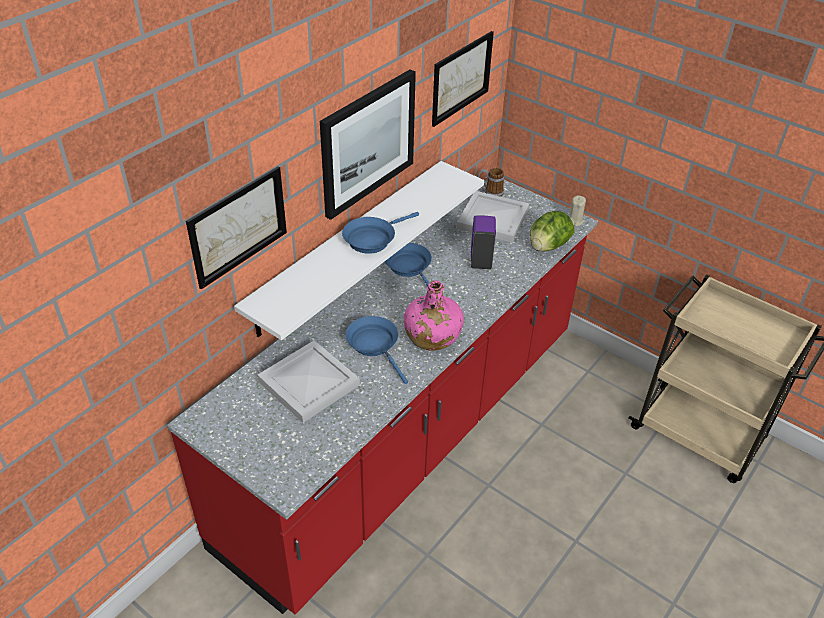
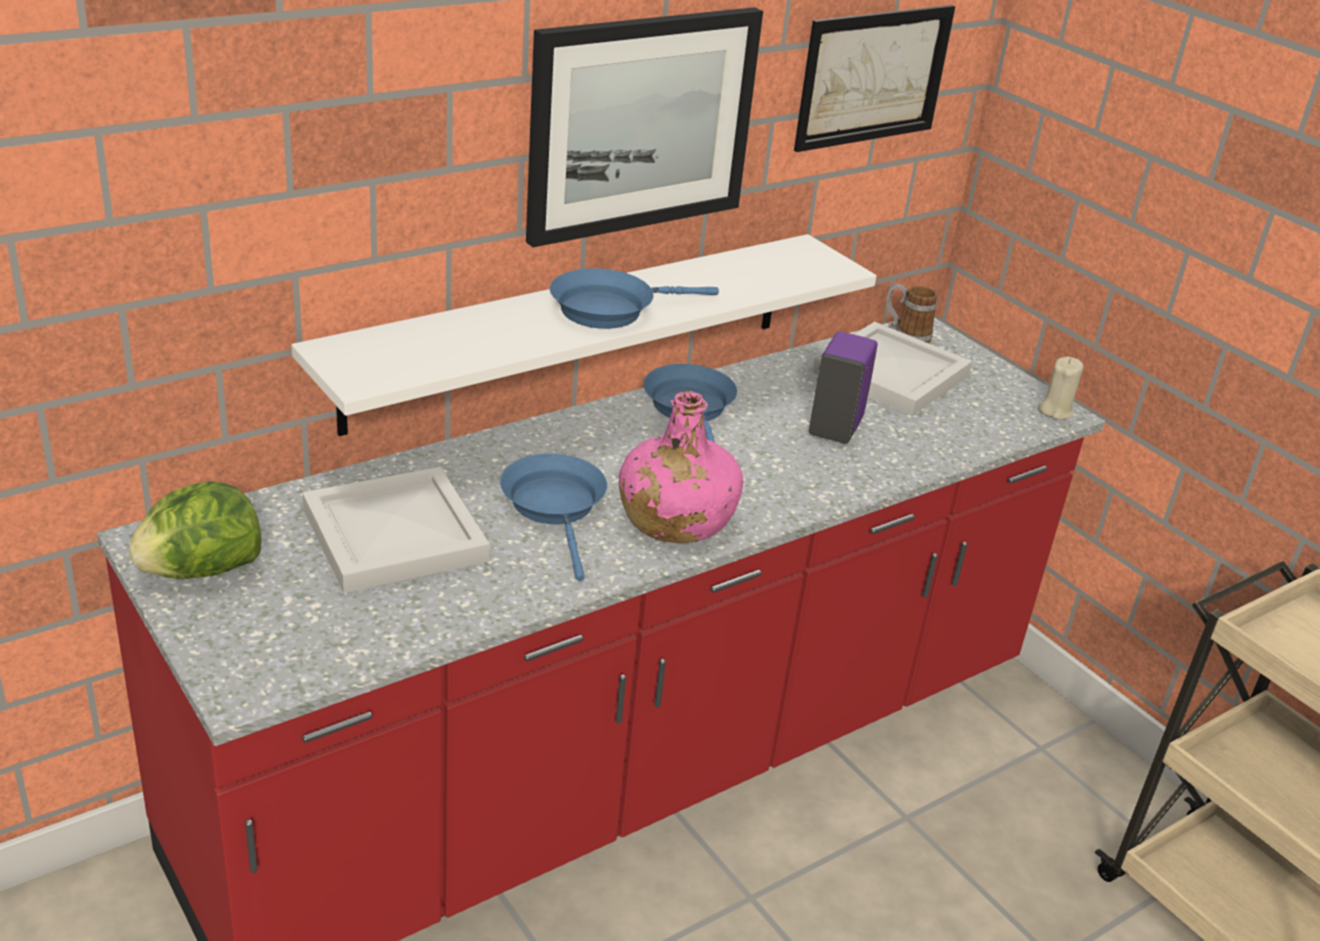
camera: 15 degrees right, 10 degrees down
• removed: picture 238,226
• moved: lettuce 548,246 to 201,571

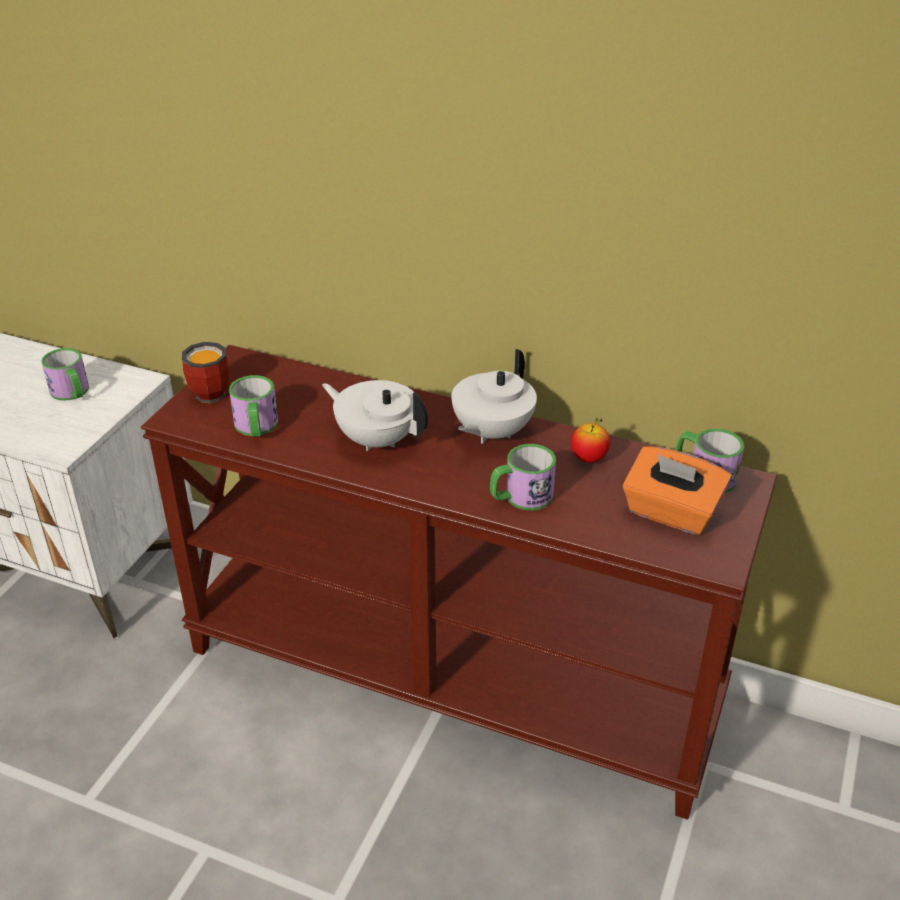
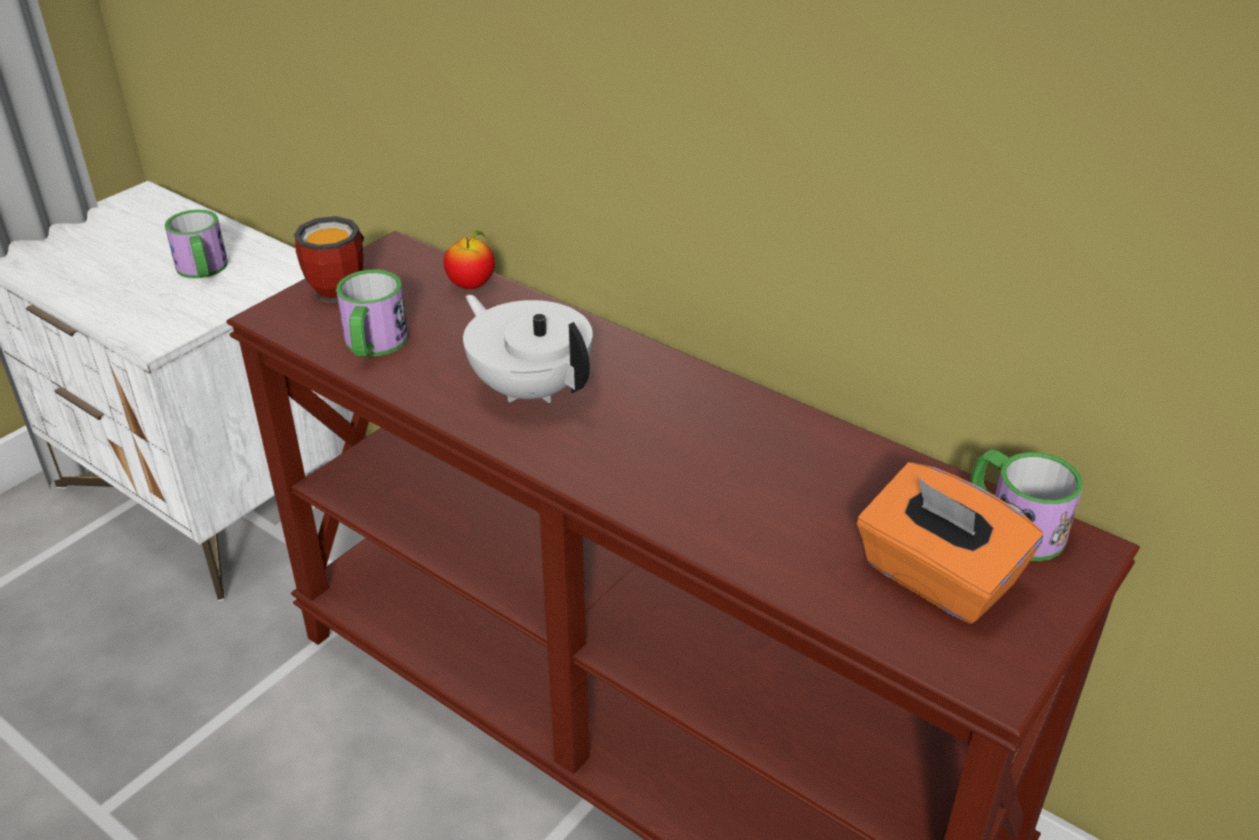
camera: 15 degrees right, 0 degrees up
• removed: teapot (white) 491,432
• removed: mug 521,497
• moved: apple 589,458 to 471,285

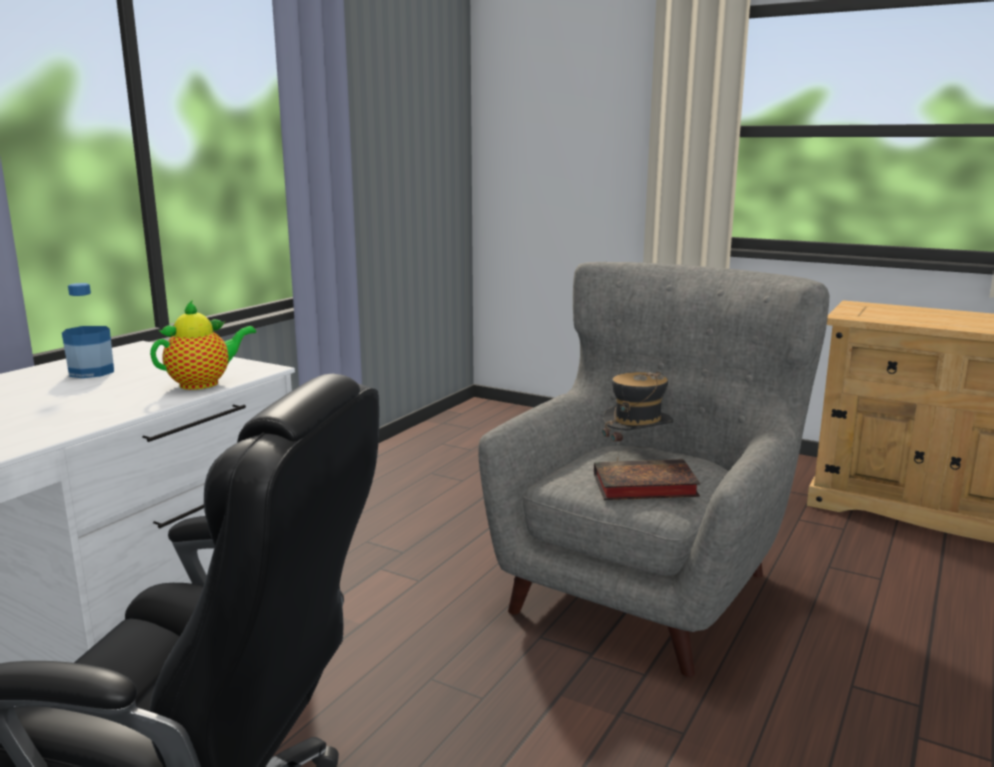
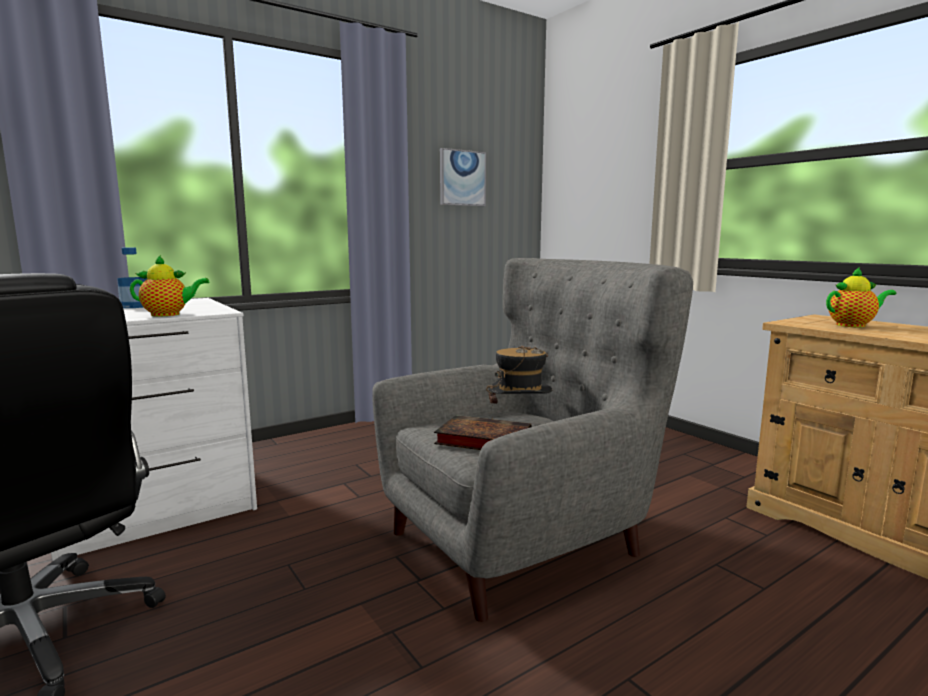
camera: 25 degrees right, 5 degrees down
• added: picture 462,178
• added: teapot 853,325

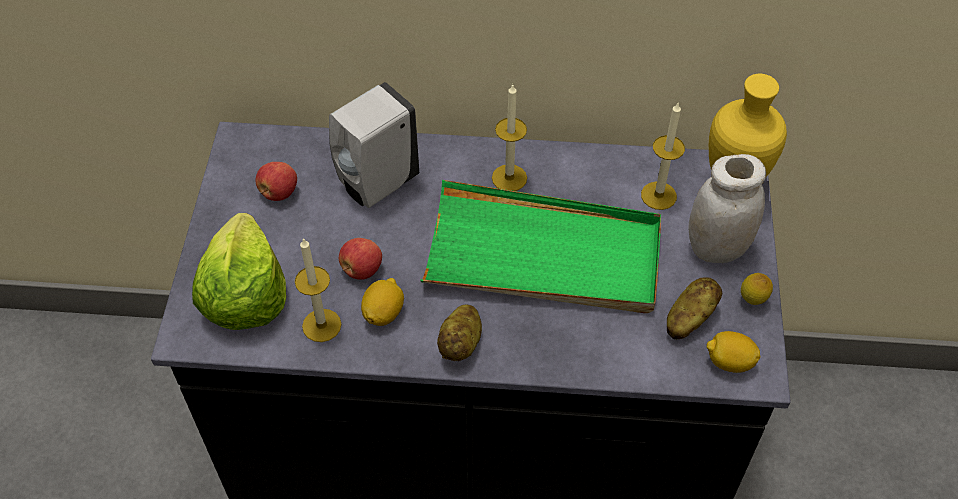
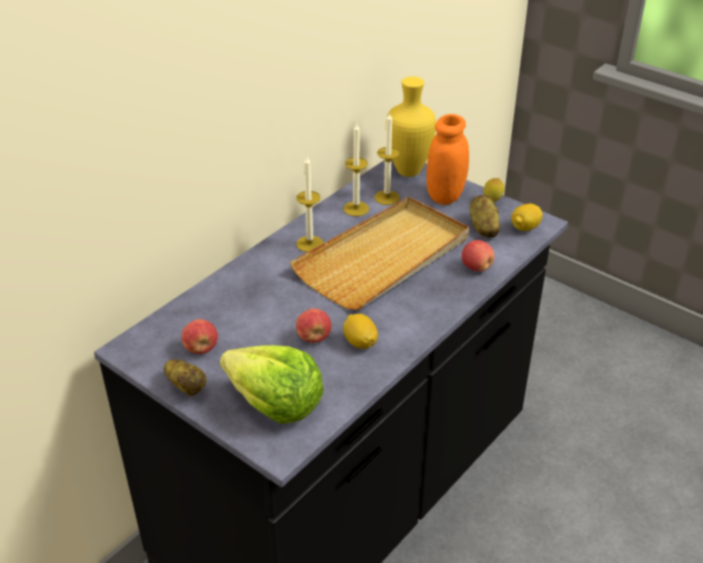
camera: 55 degrees left, 15 degrees down
• moved: candle 321,325 to 356,208
• removed: soap dispenser (white) 376,184
• recoloured: tray (green) 543,255 to tray (beige) 384,257
• moved: potato 461,343 to 187,387
• recoloured: jar (white) 717,248 to jar (orange) 445,196
• added: apple 476,267

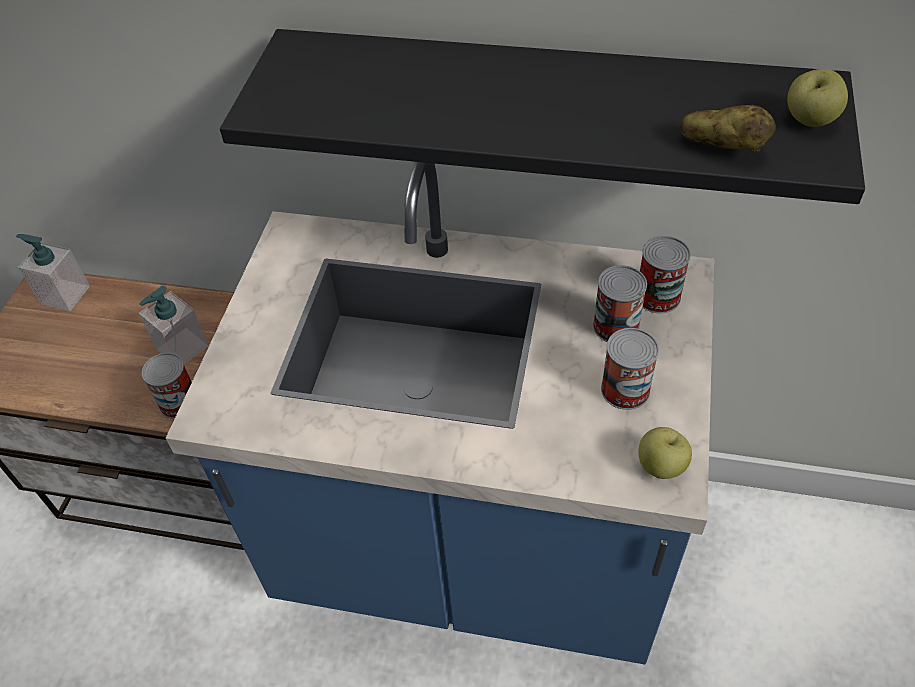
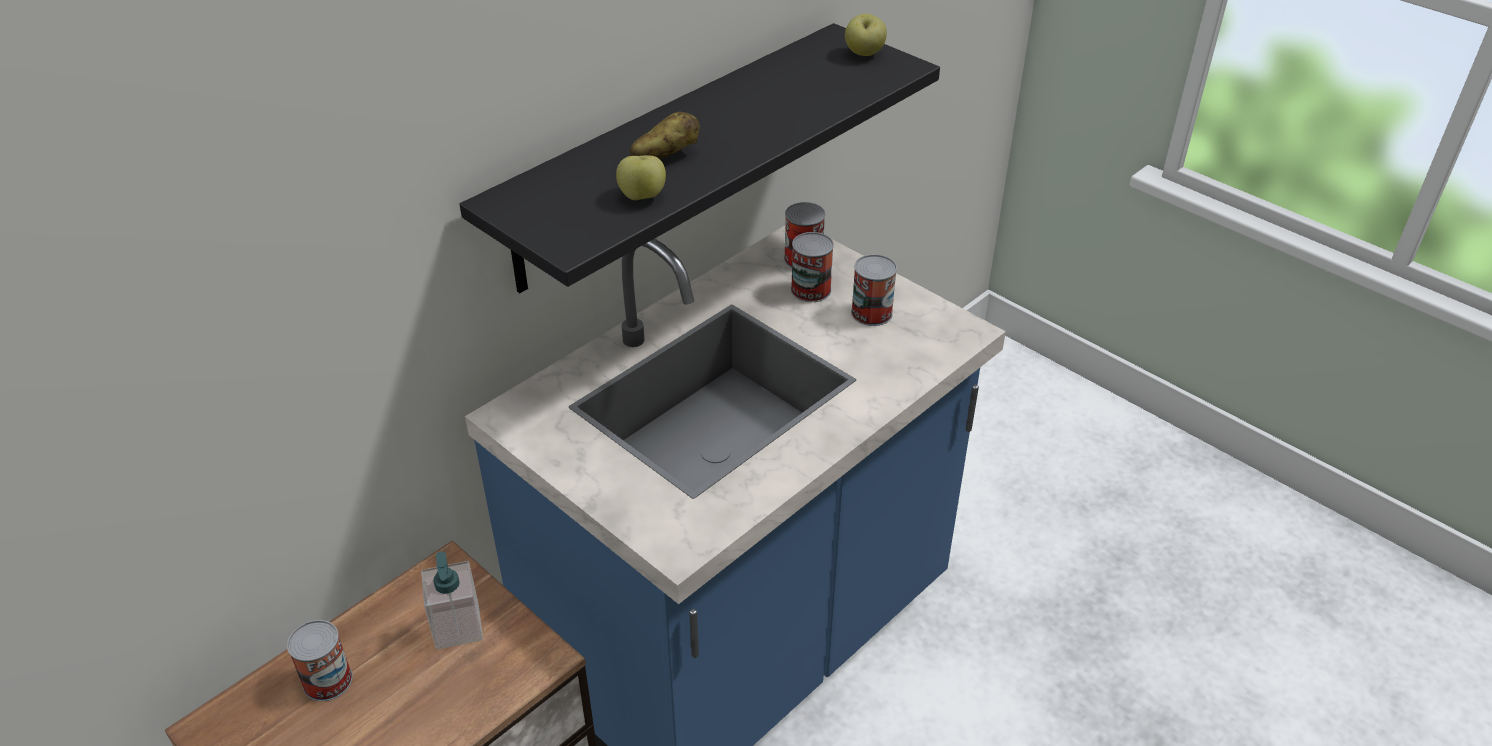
camera: 60 degrees left, 10 degrees down
• removed: soap dispenser 65,295
• moved: can 179,402 to 327,680
• moved: apple 661,466 to 642,197
• moved: potato 722,147 to 665,156

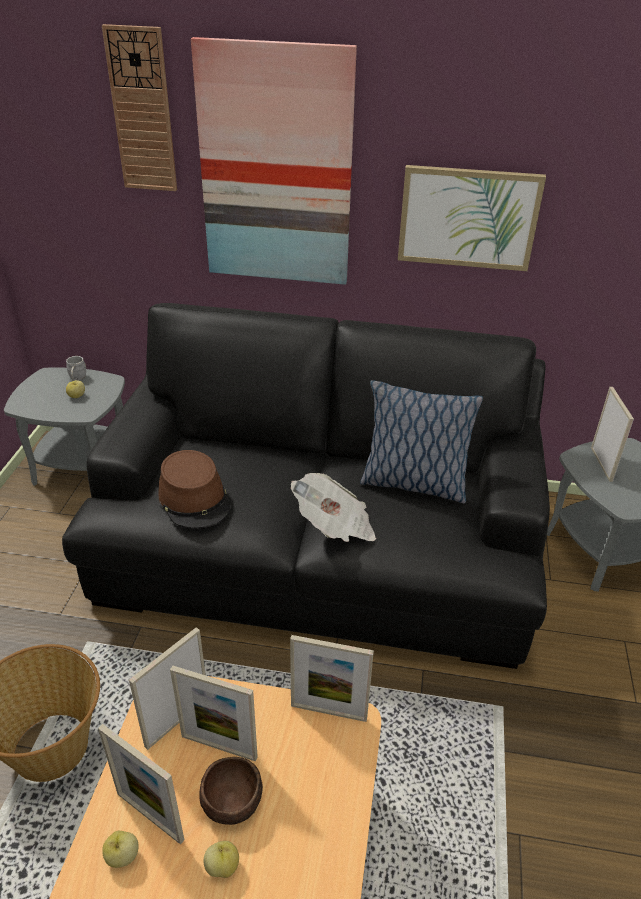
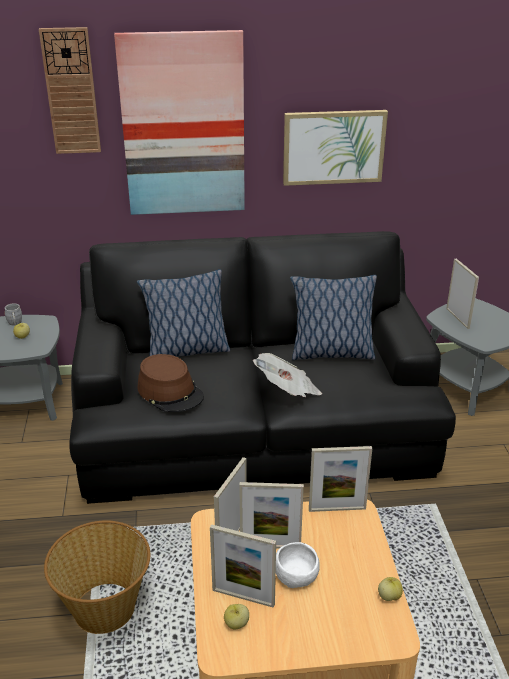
camera: 15 degrees left, 5 degrees down
• recoloured: bowl (brown) 233,800 to bowl (white) 297,574
• moved: apple 222,866 to 389,596
• added: pillow 186,351

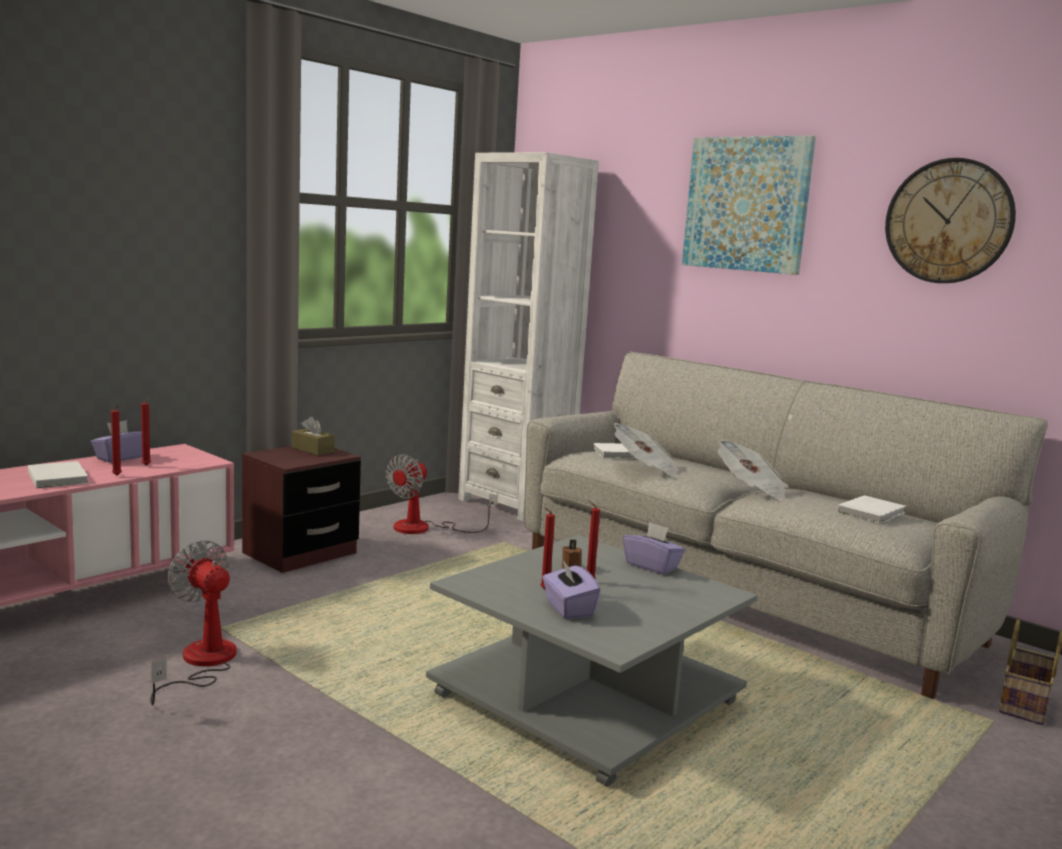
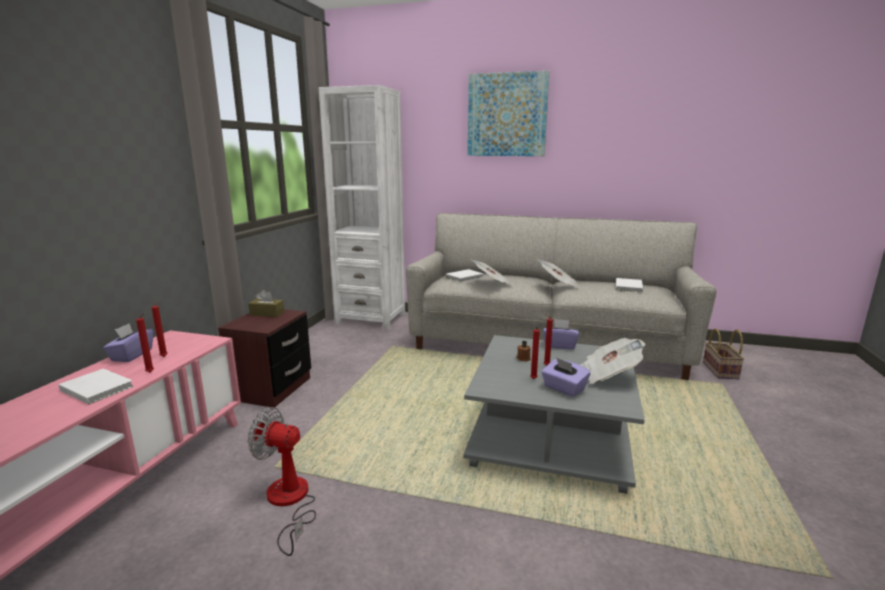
camera: 25 degrees left, 5 degrees up
• removed: fan 425,528
• removed: wall clock 948,221
• added: newspaper 605,376

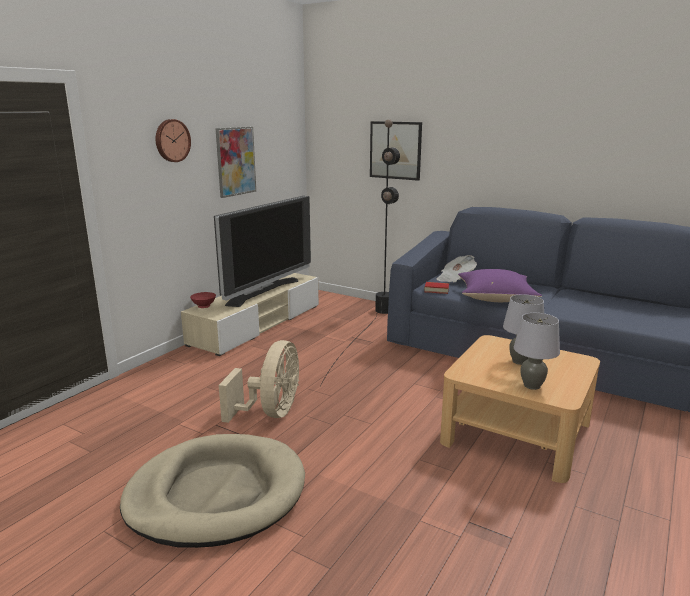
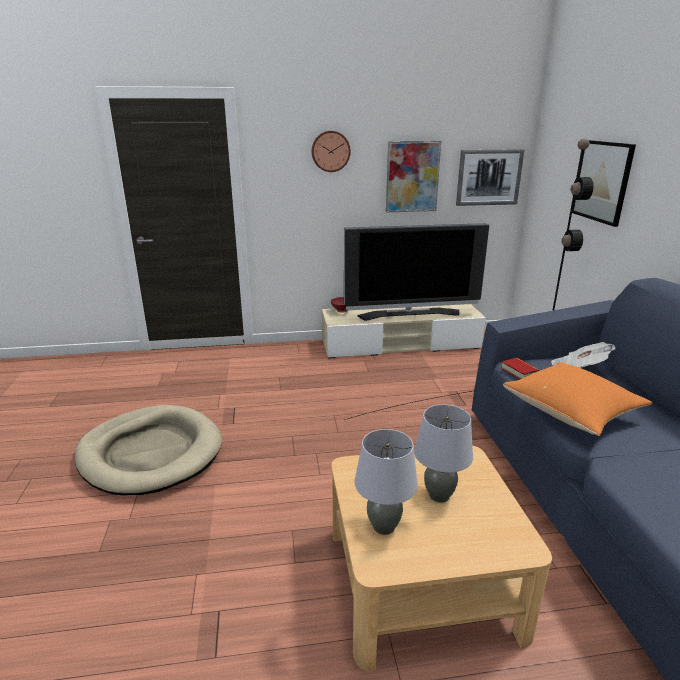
camera: 50 degrees right, 5 degrees up
• removed: fan (beige) 271,413
• recoloured: pillow (purple) 496,299 to pillow (orange) 572,413
• added: picture 489,177

